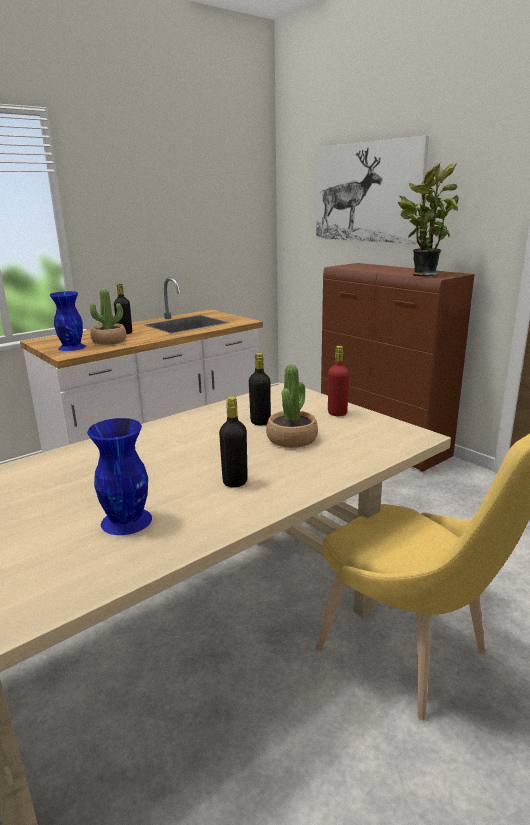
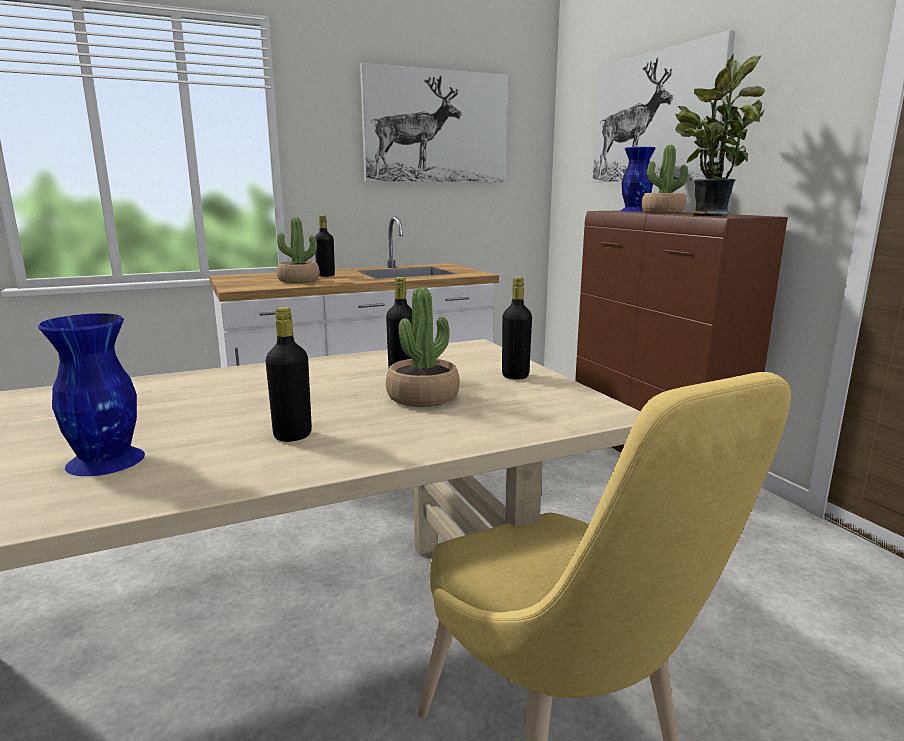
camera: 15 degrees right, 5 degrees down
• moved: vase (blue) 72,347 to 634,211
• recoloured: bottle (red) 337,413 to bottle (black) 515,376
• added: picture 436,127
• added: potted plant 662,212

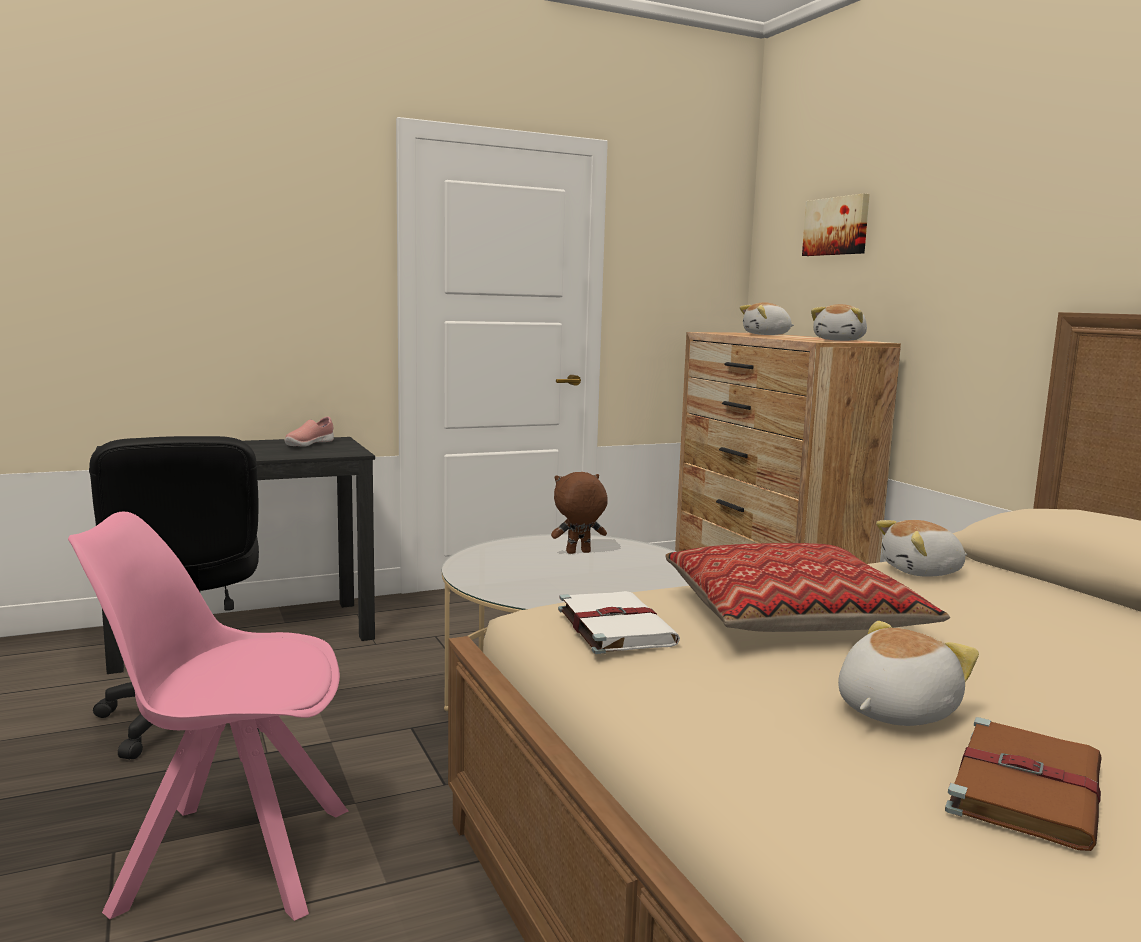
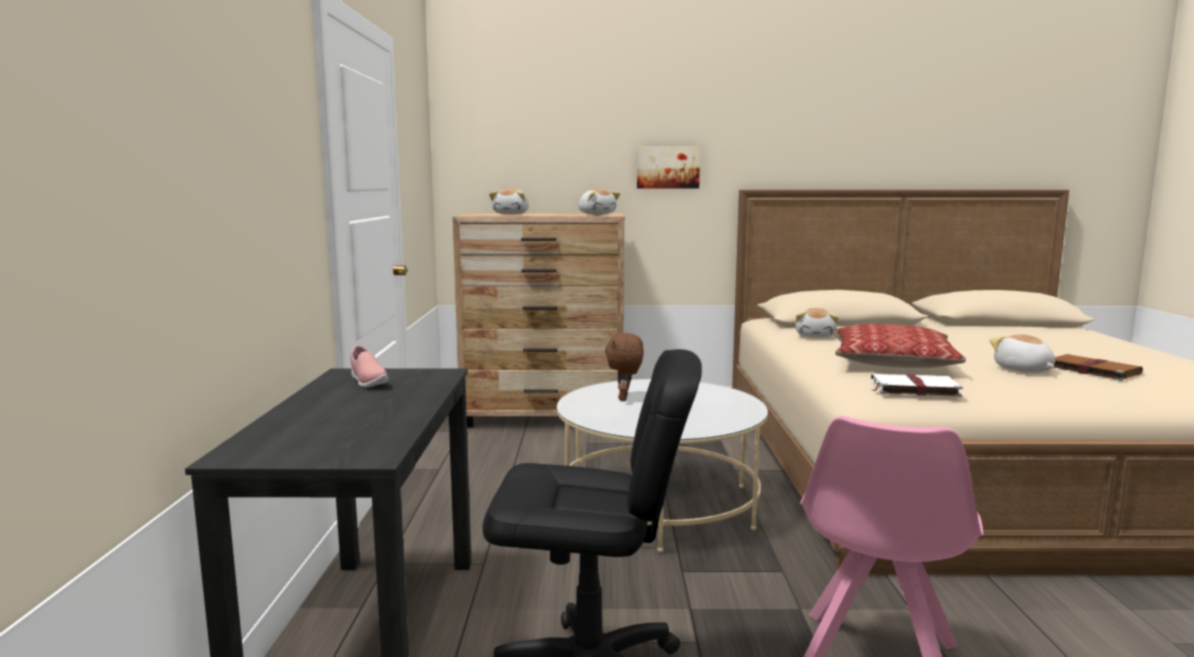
camera: 65 degrees left, 0 degrees up
• moved: picture 837,226 to 667,167

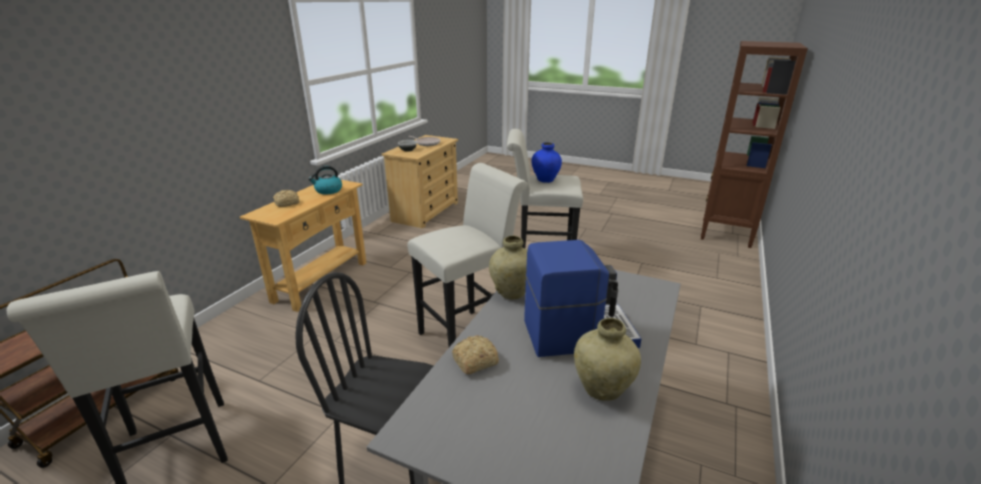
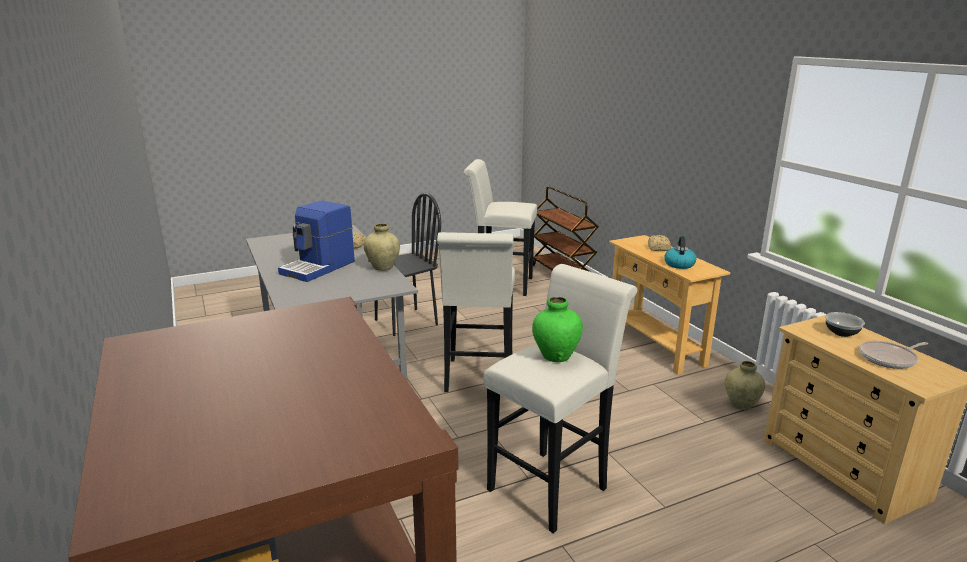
camera: 130 degrees right, 5 degrees down
• recoloured: vase (blue) 545,180 to vase (green) 556,356
• moved: vase (beige) 602,389 to 741,404

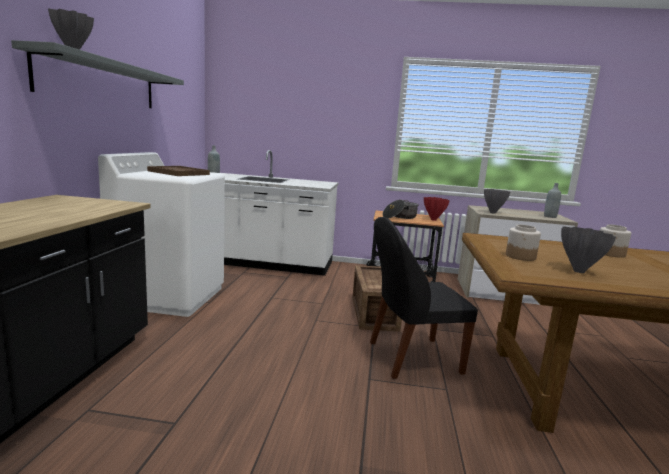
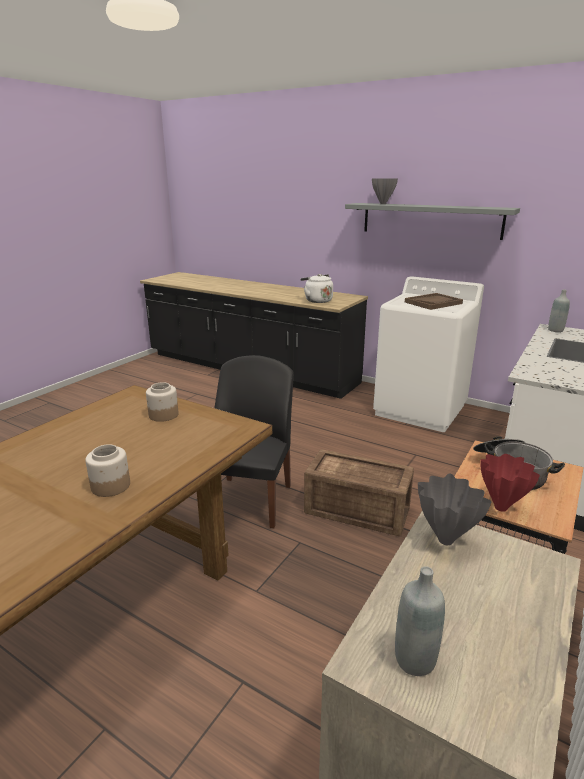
camera: 115 degrees right, 10 degrees up
• removed: vase (grey) 578,271
• added: kettle (white) 317,300

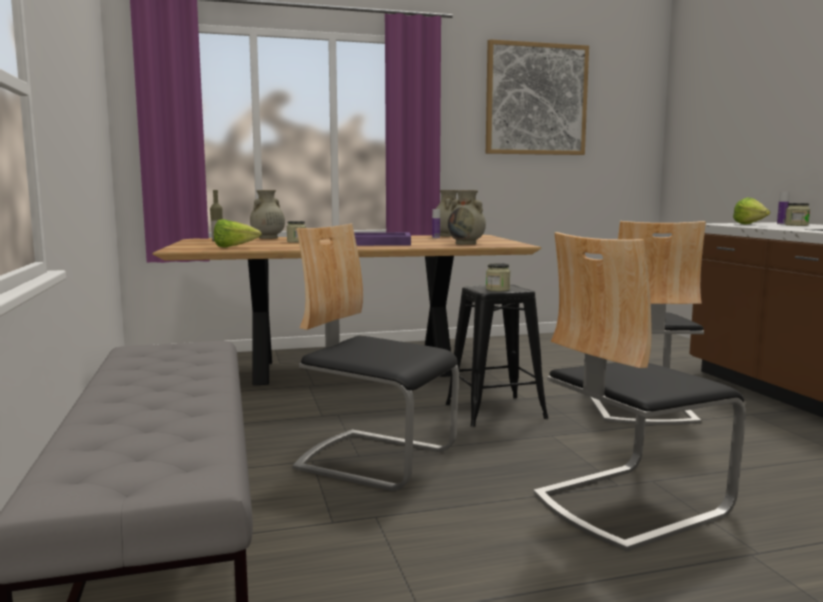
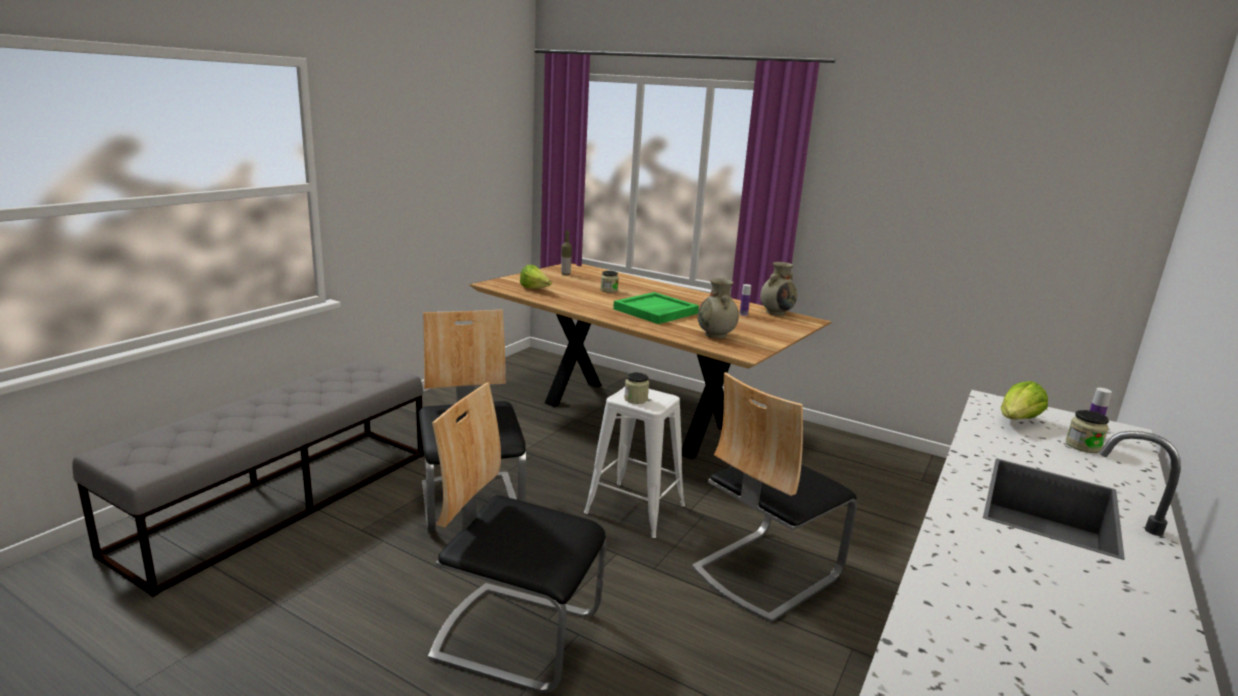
camera: 45 degrees right, 10 degrees up
• removed: vase (beige) 267,238
• recoloured: tray (purple) 380,243 to tray (green) 655,311
• recoloured: stool (black) 496,411 to stool (white) 635,509
• removed: picture 536,99

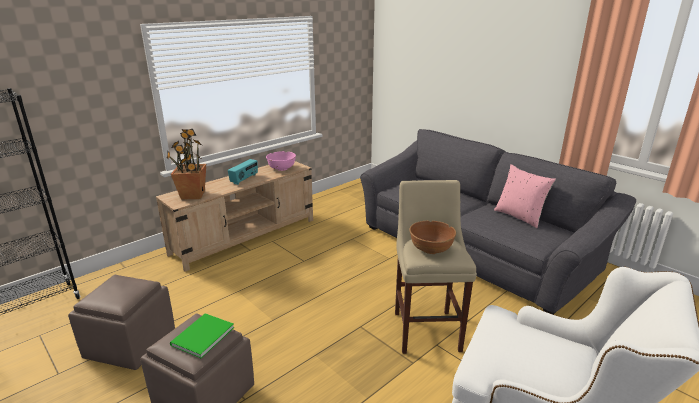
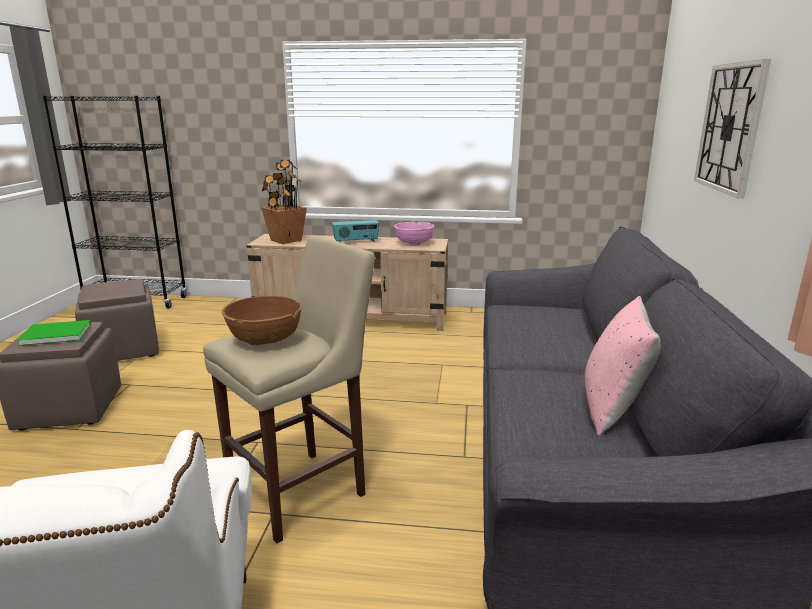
camera: 50 degrees right, 5 degrees down
• added: wall clock 730,128

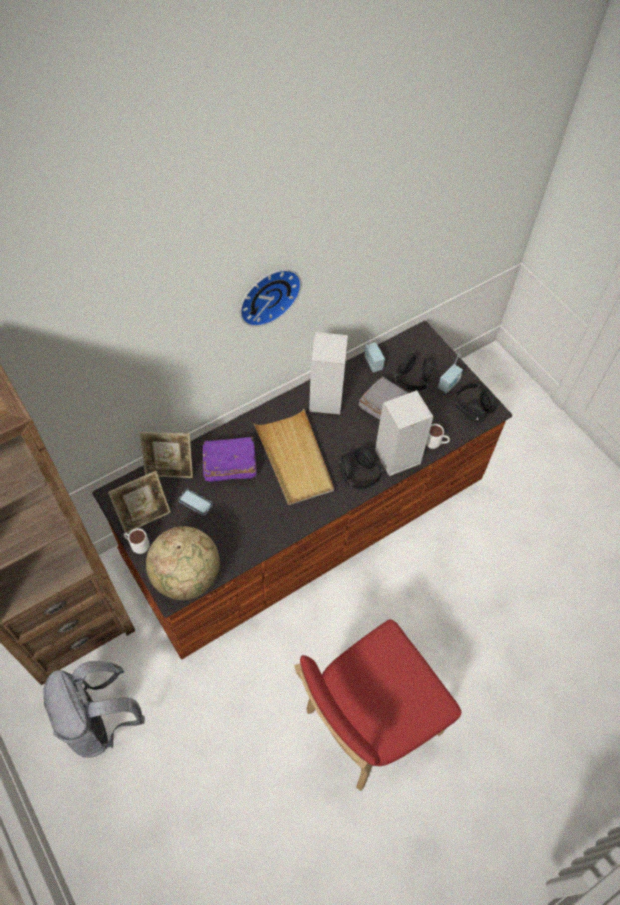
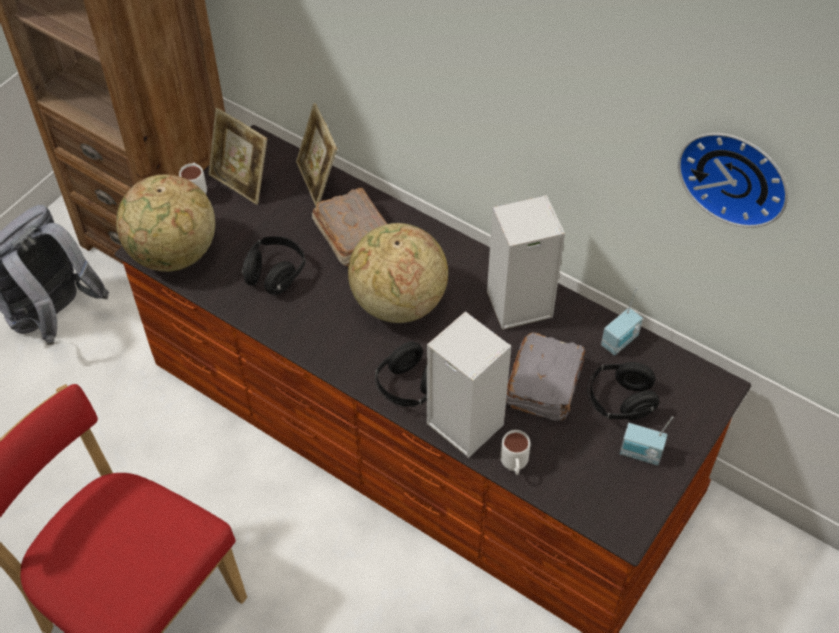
camera: 70 degrees right, 5 degrees down
• removed: phone 195,502
• recoloured: book (purple) 229,465 to book (brown) 353,236
• moved: wall clock 267,294 to 736,174
• replaced: tray (beige) 294,459 to globe 398,302
• moved: headphones (black) 472,408 to 275,274

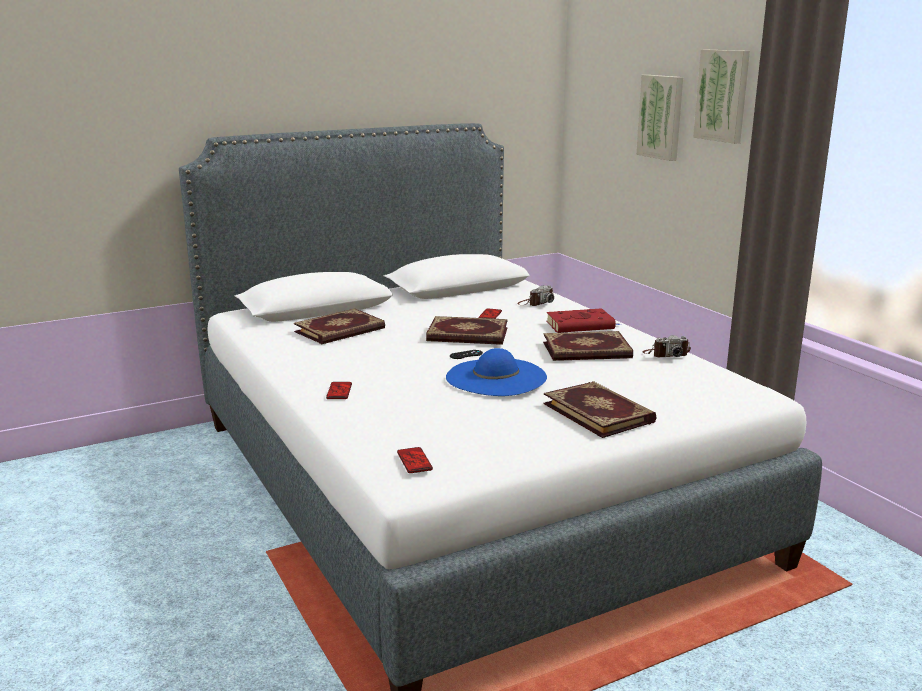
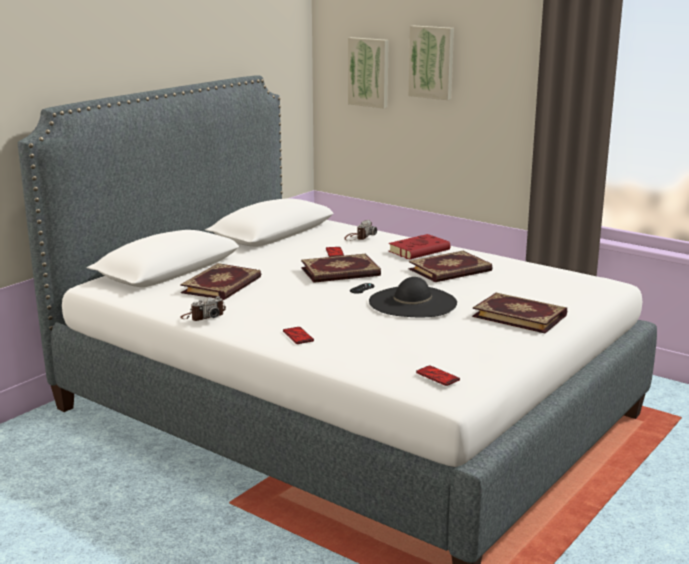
camera: 25 degrees left, 0 degrees up
• recoloured: hat (blue) 496,377 to hat (black) 413,302
• moved: photo camera 666,354 to 203,316
• moved: picture 723,95 to 369,72

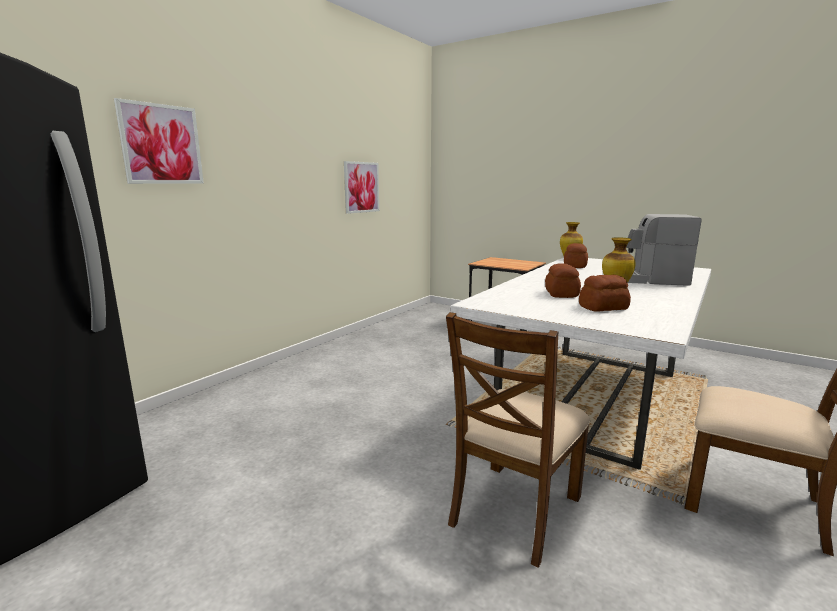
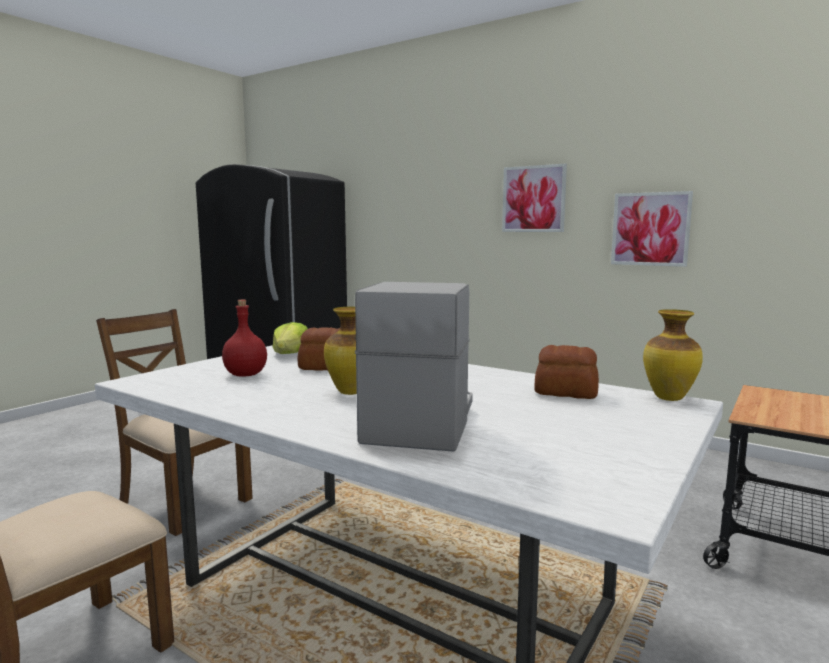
camera: 90 degrees right, 5 degrees down
• moved: picture 161,144 to 533,199
• replaced: bread 604,308 to bottle (red) 245,375
• added: lettuce 290,354

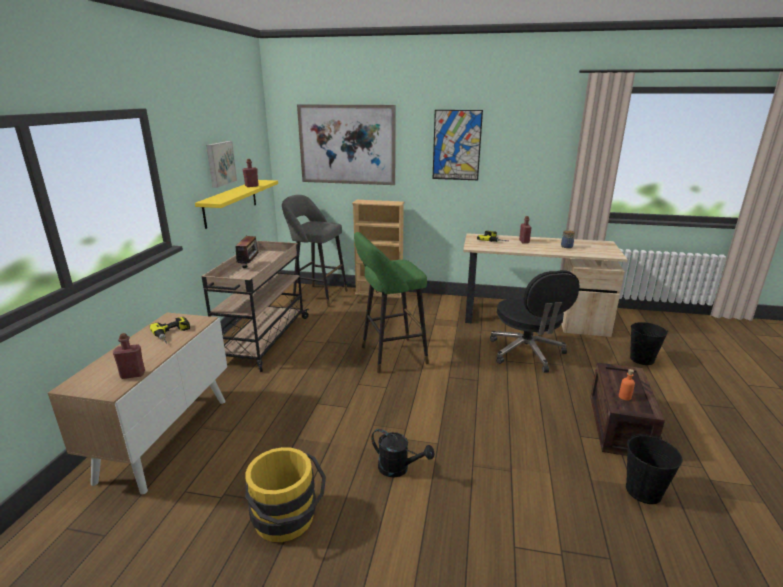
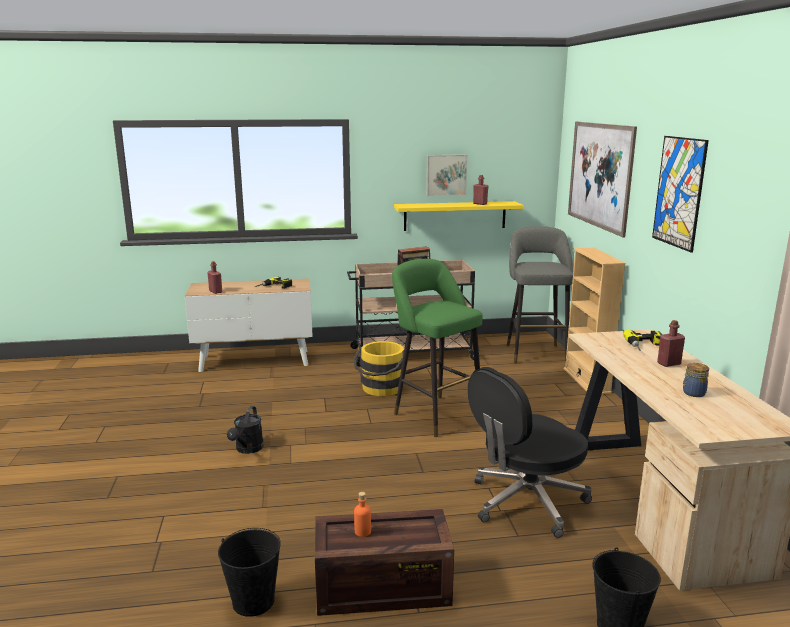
camera: 70 degrees right, 5 degrees down
• moved: bucket (yellow) 288,520 to 380,389

